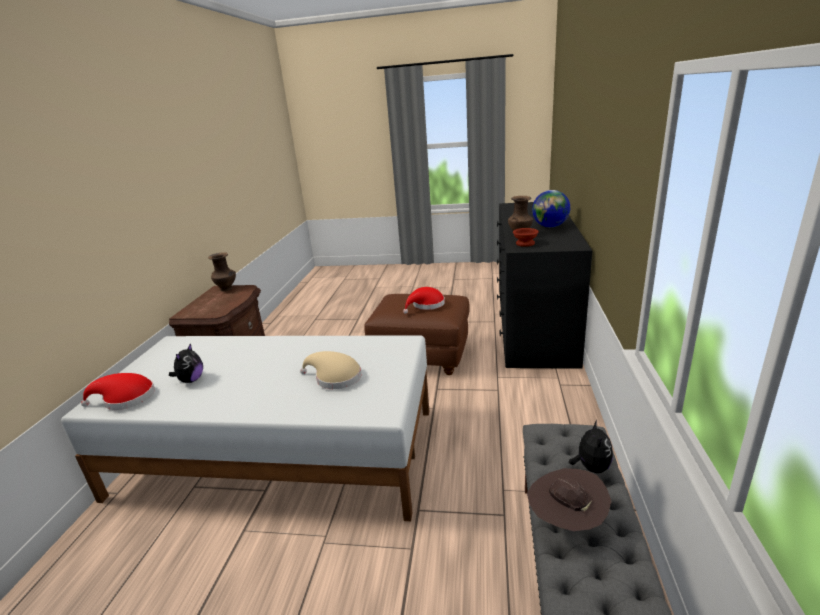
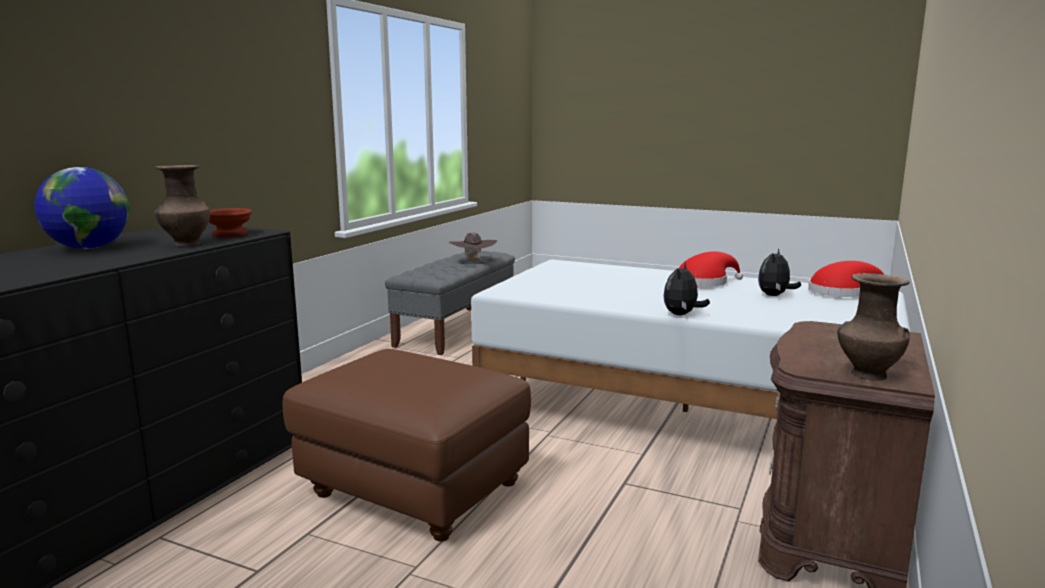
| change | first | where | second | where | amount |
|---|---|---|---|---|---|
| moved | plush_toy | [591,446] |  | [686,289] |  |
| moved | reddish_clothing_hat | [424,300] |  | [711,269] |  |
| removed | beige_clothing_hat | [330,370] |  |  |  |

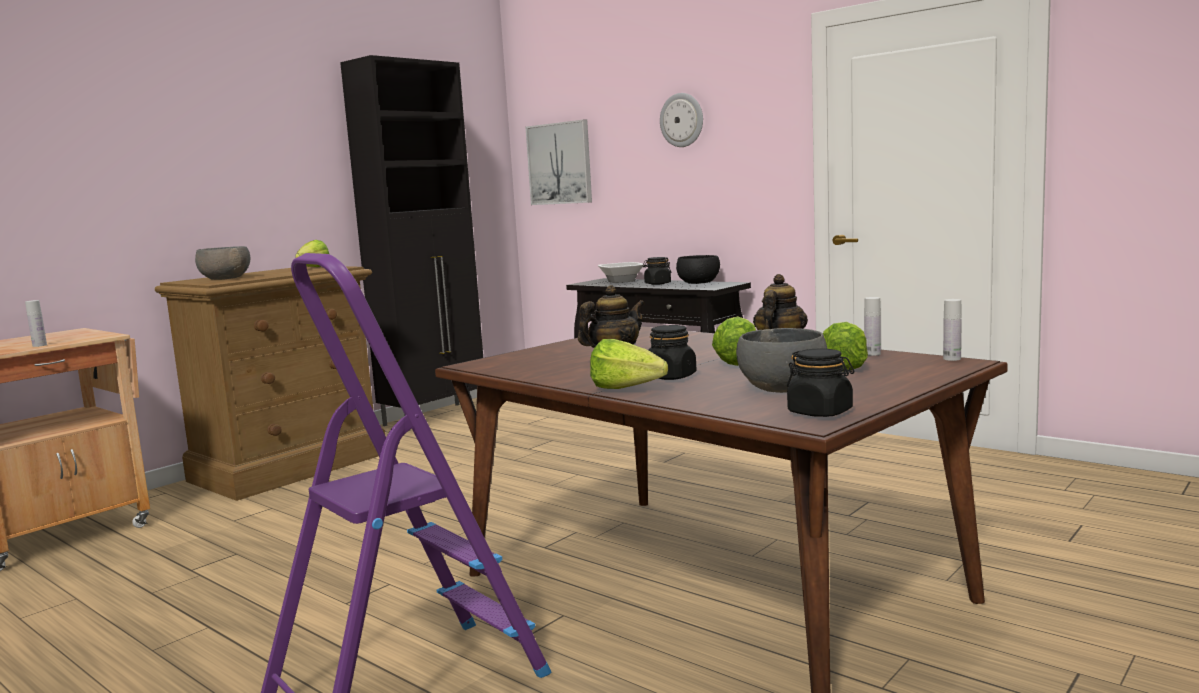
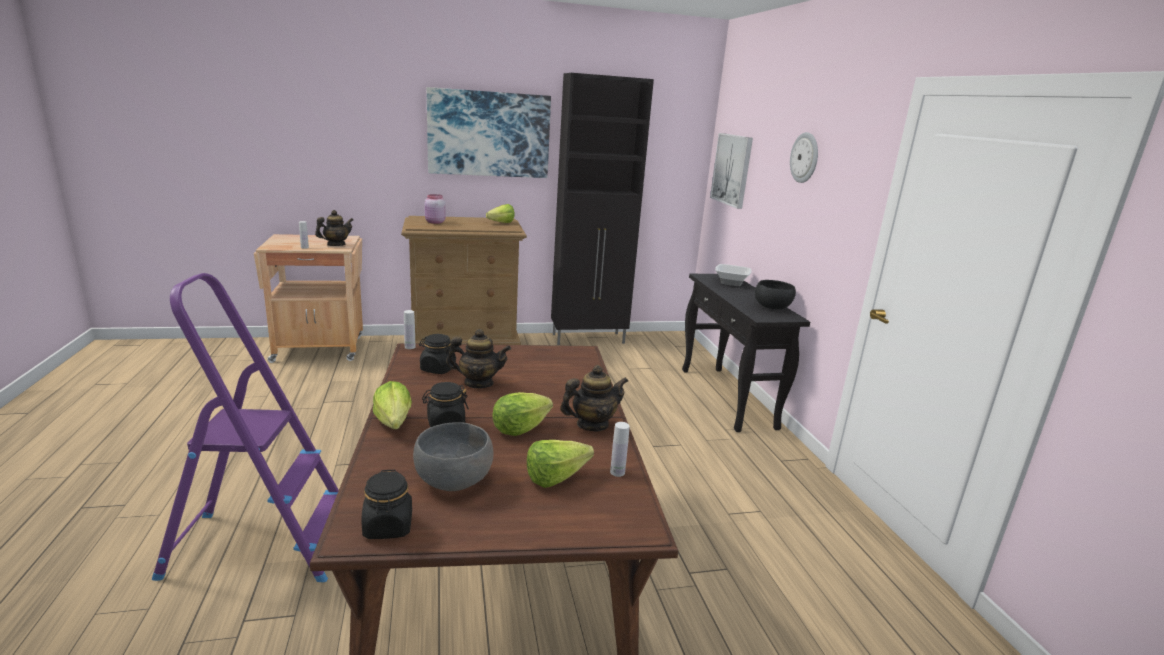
| change | first | where | second | where | amount |
|---|---|---|---|---|---|
| added |  |  | pot_for_tea | [334,228] |  |
| moved | white_drink_bottle | [952,330] |  | [409,329] |  |
| moved | blackish_storage_jar | [656,271] |  | [437,354] |  |
| replaced | grey_serving_bowl | [222,263] | pink-coloured_storage_jar | [435,209] |  |
| added |  |  | wall_art | [489,132] |  |

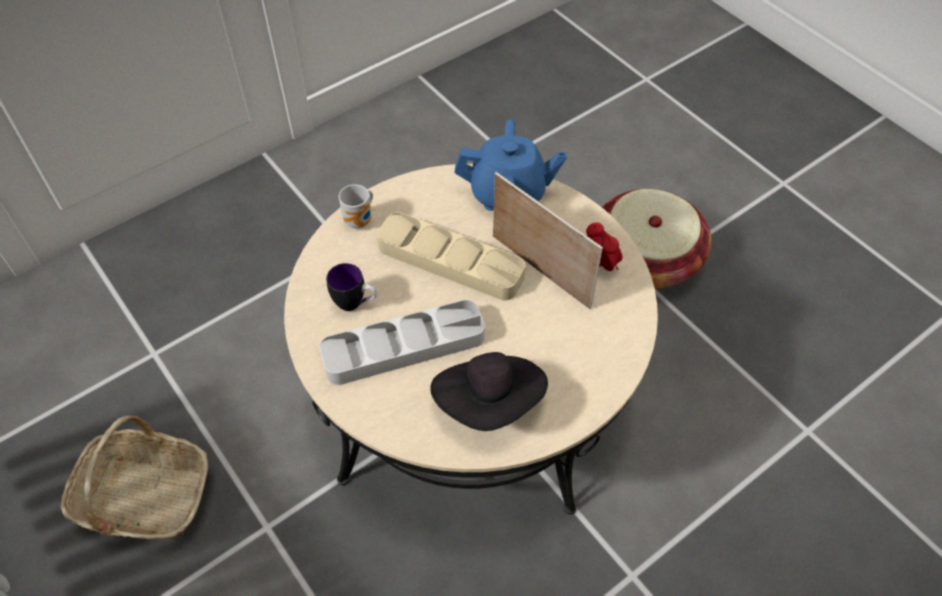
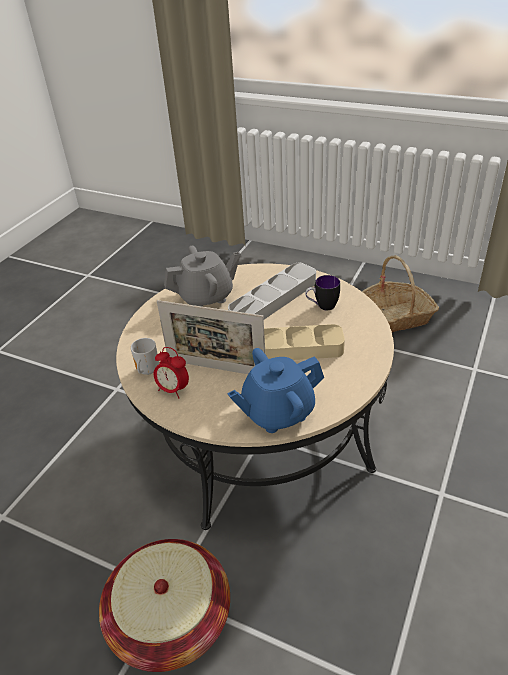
| change | first | where | second | where | amount |
|---|---|---|---|---|---|
| moved | tea_mug | [356,206] |  | [144,356] |  |
| replaced | blackish_clothing_hat | [489,391] | grey_pot_for_tea | [202,276] |  |

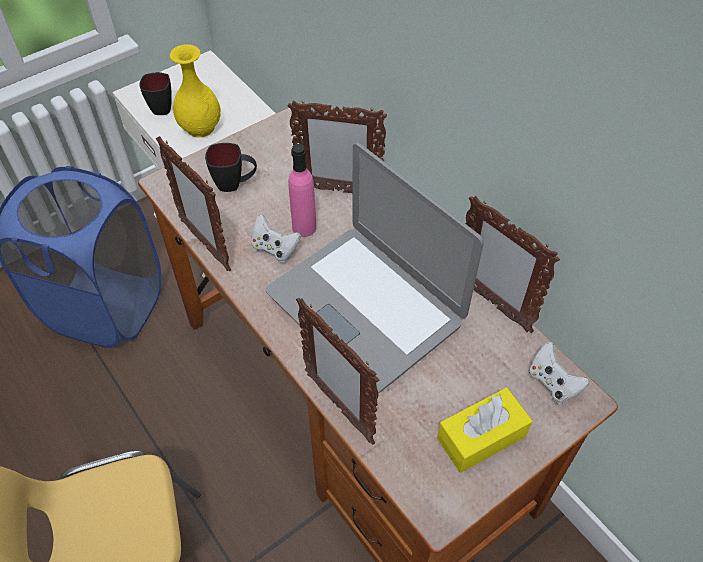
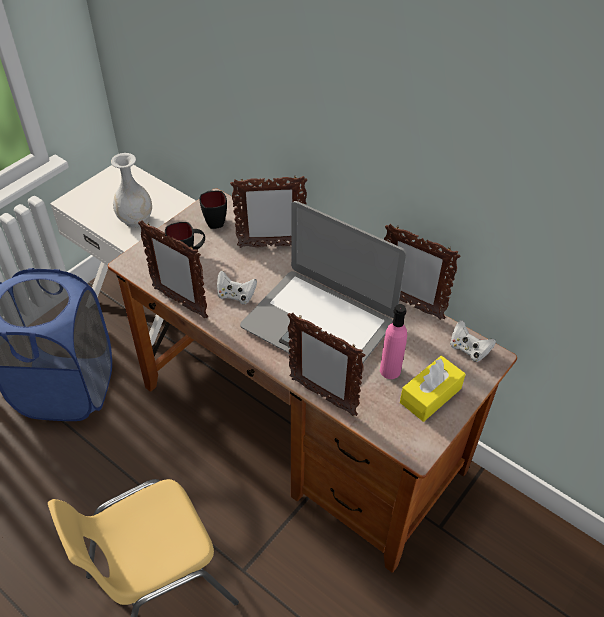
| change | first | where | second | where | amount |
|---|---|---|---|---|---|
| recoloured | yellow-coloured_flower_vase | [195,91] | white_flower_vase | [131,190] |  |
| moved | blackish_tea_mug | [156,93] |  | [213,210] |  |
| moved | pink-coloured_drink_bottle | [302,190] |  | [393,341] |  |

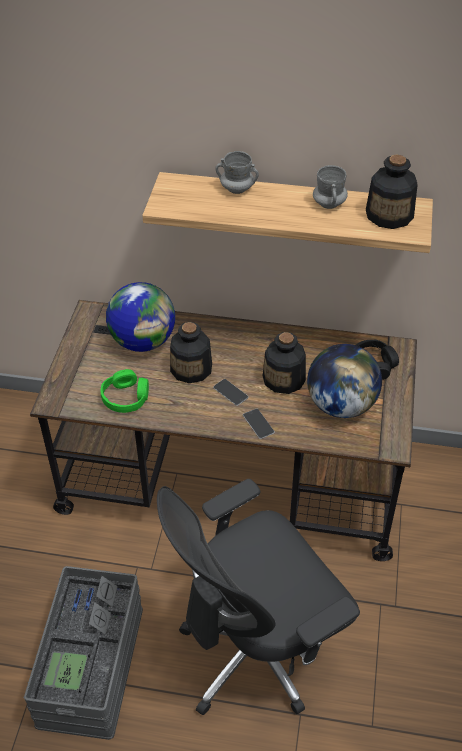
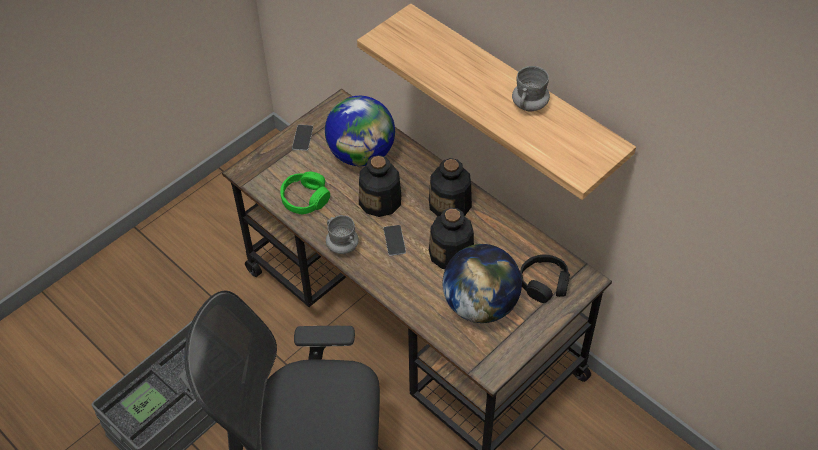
| change | first | where | second | where | amount |
|---|---|---|---|---|---|
| moved | telephone | [259,423] |  | [302,138] |  |
| moved | grey_tea_mug | [237,172] |  | [342,234] |  |
| moved | drink_bottle | [392,191] |  | [450,187] |  |

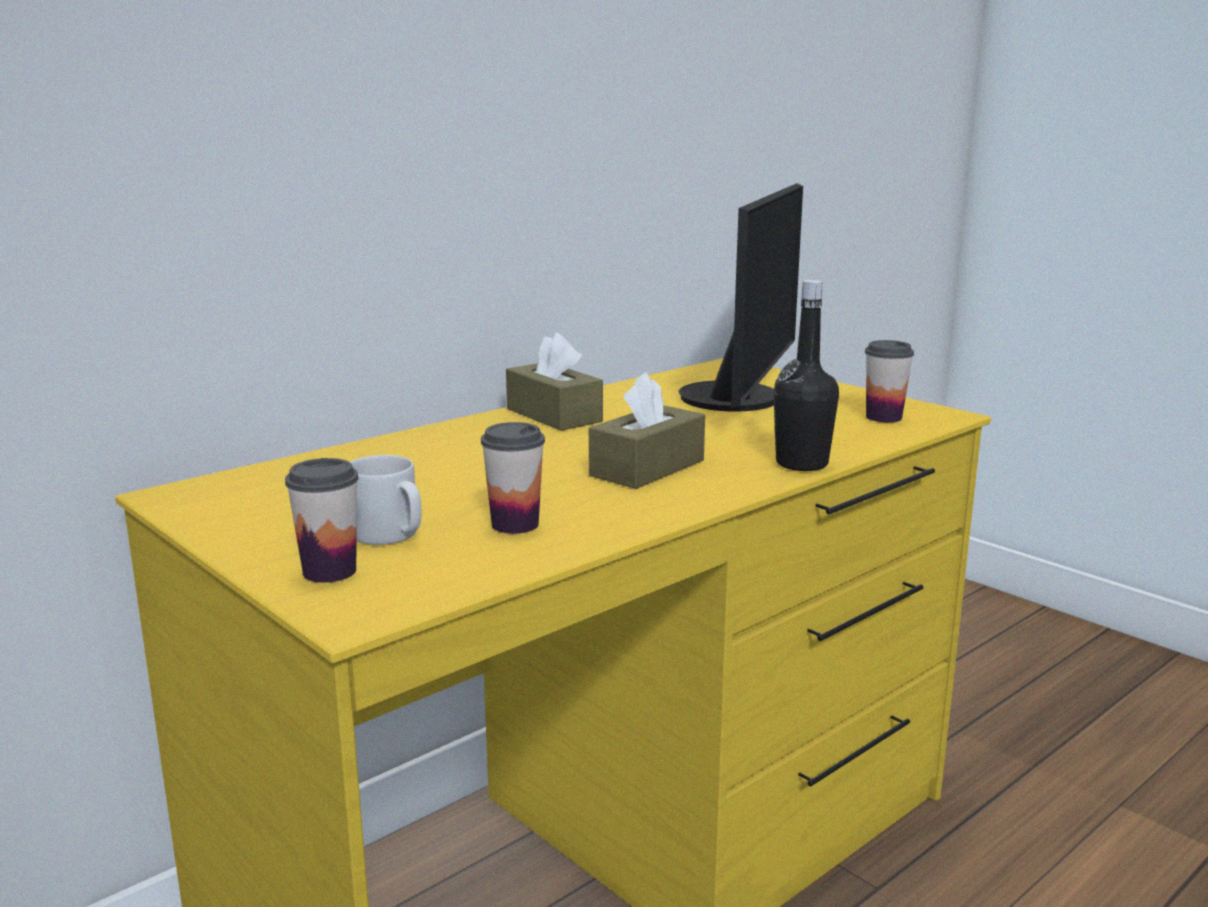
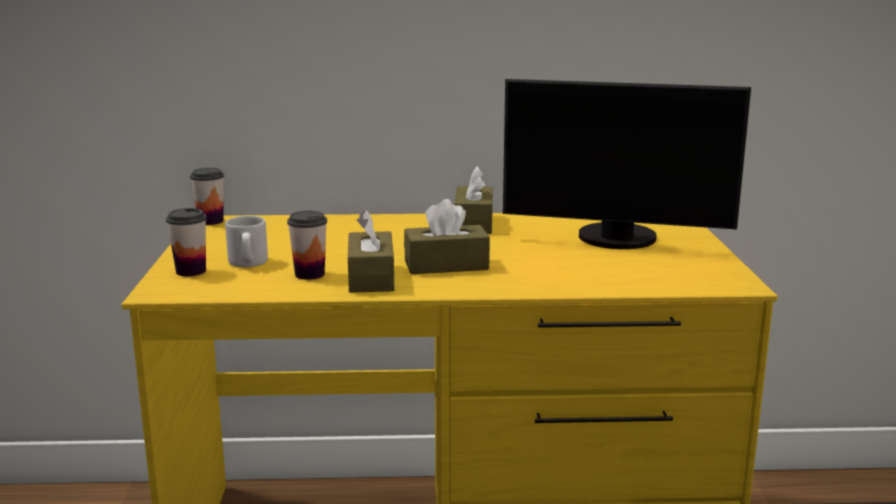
| change | first | where | second | where | amount |
|---|---|---|---|---|---|
| moved | cup | [889,381] |  | [207,196] |  |
| added |  |  | brownish_tissue_box | [371,251] |  |
| turned | computer_display | [741,297] |  | [627,164] | 45 degrees clockwise |
| removed | blackish_drink_bottle | [806,375] |  |  |  |

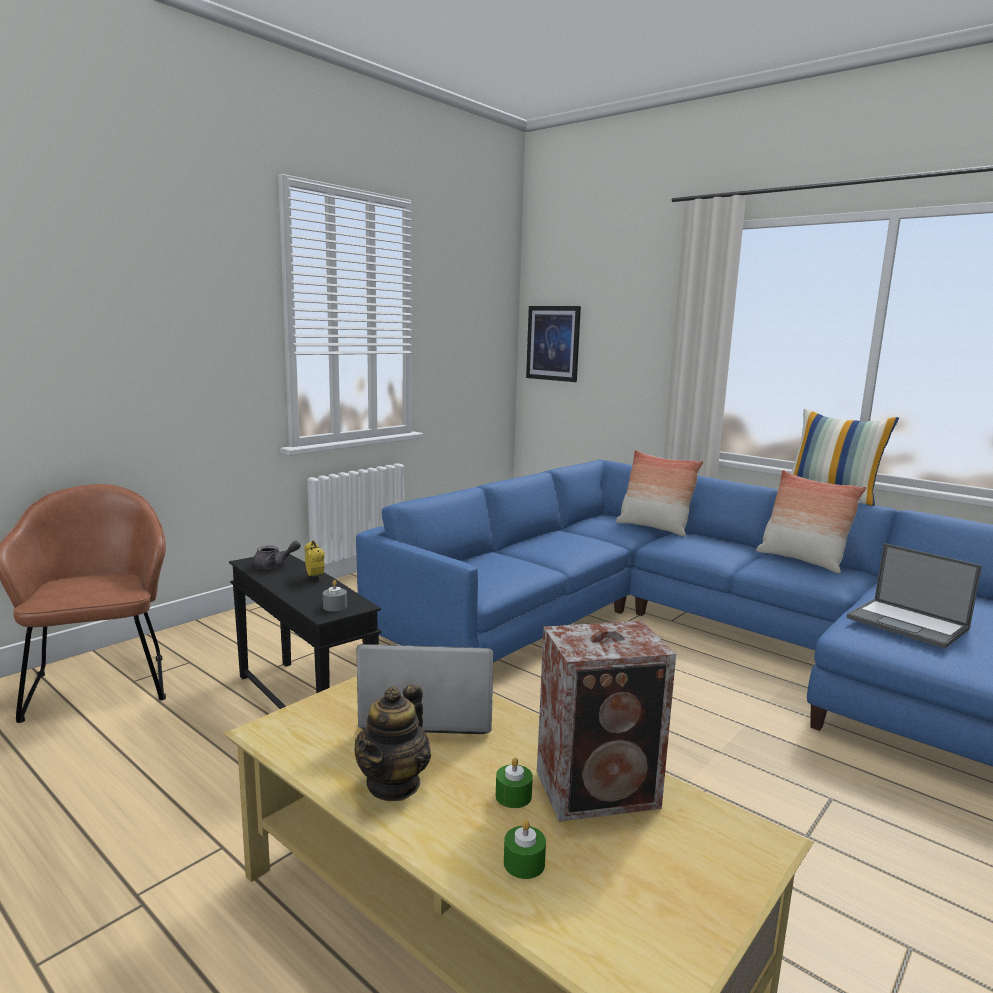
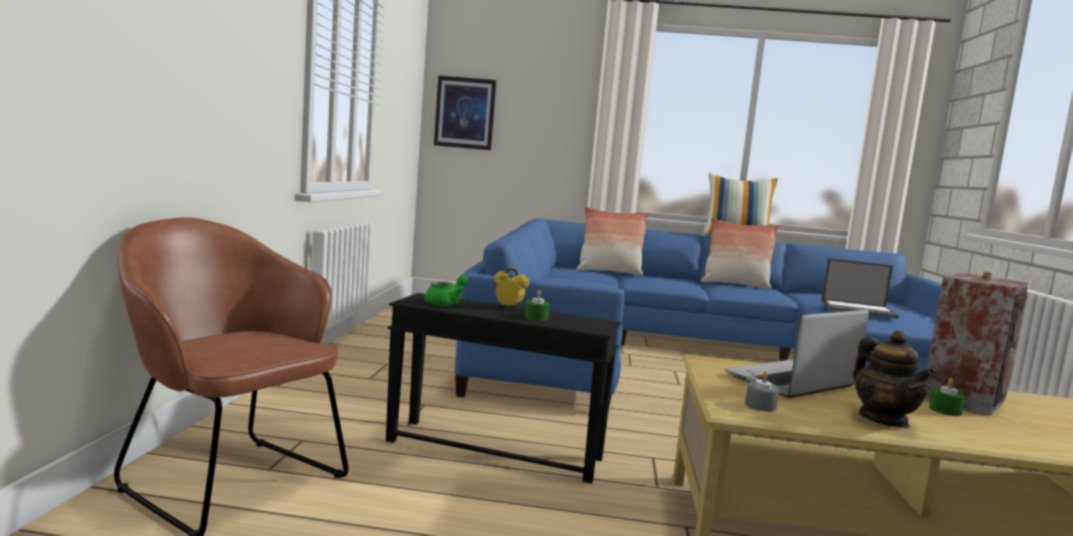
| change | first | where | second | where | amount |
|---|---|---|---|---|---|
| recoloured | grey_pot_for_tea | [276,555] | green_pot_for_tea | [446,290] |  |
| moved | green_candle | [525,849] |  | [537,305] |  |
| moved | grey_candle | [335,596] |  | [762,391] |  |

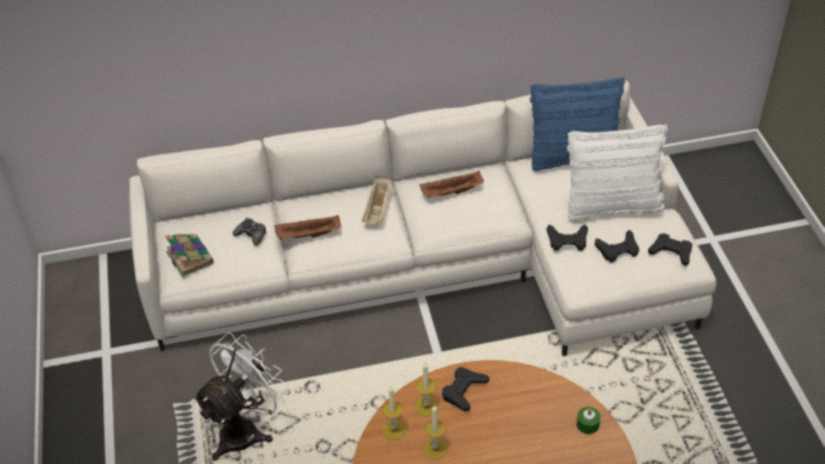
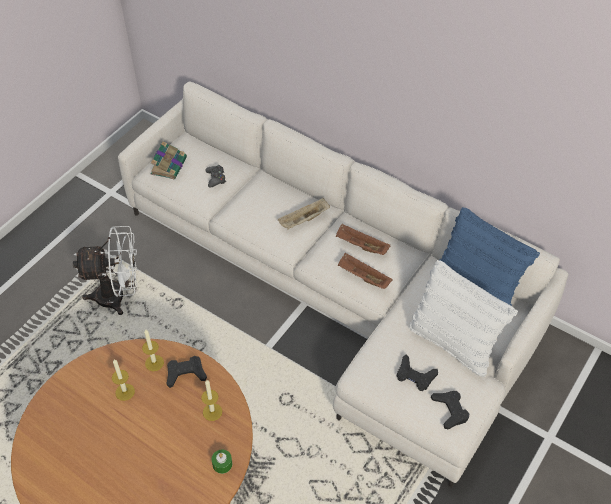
| change | first | where | second | where | amount |
|---|---|---|---|---|---|
| moved | candle | [394,413] |  | [211,400] |  |
| moved | brownish_tray | [307,227] |  | [365,271] |  |
| removed | blackish_joypad | [567,237] |  |  |  |

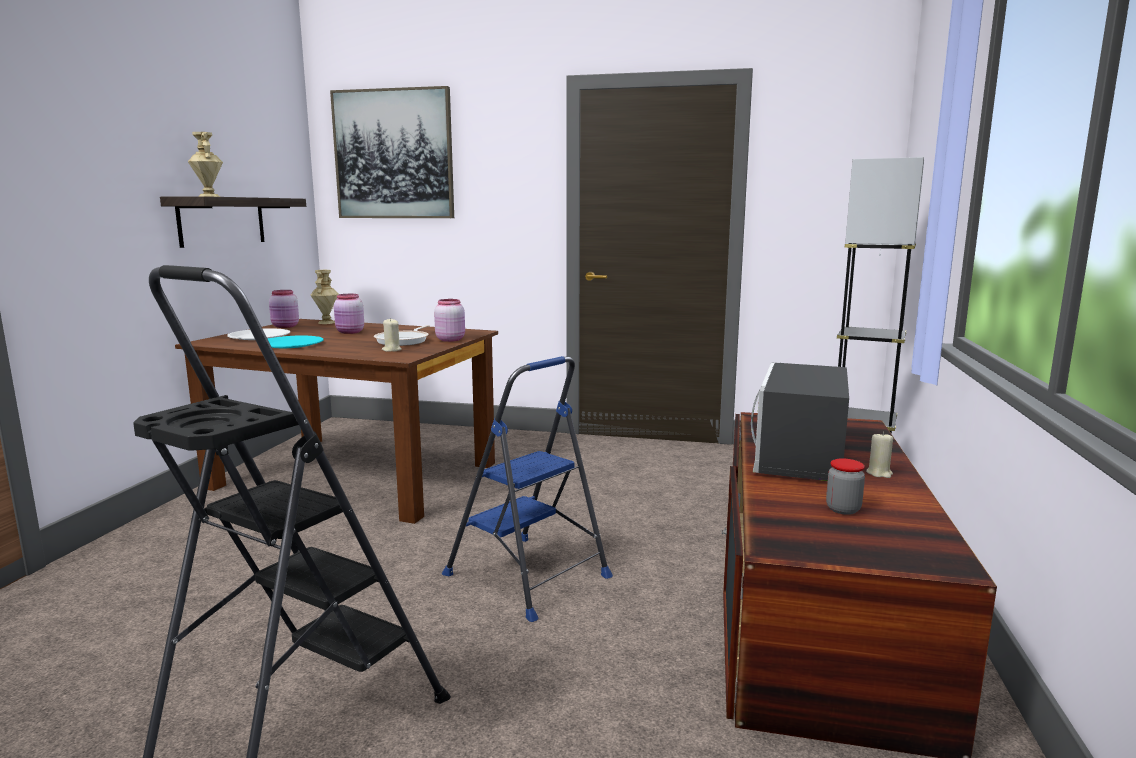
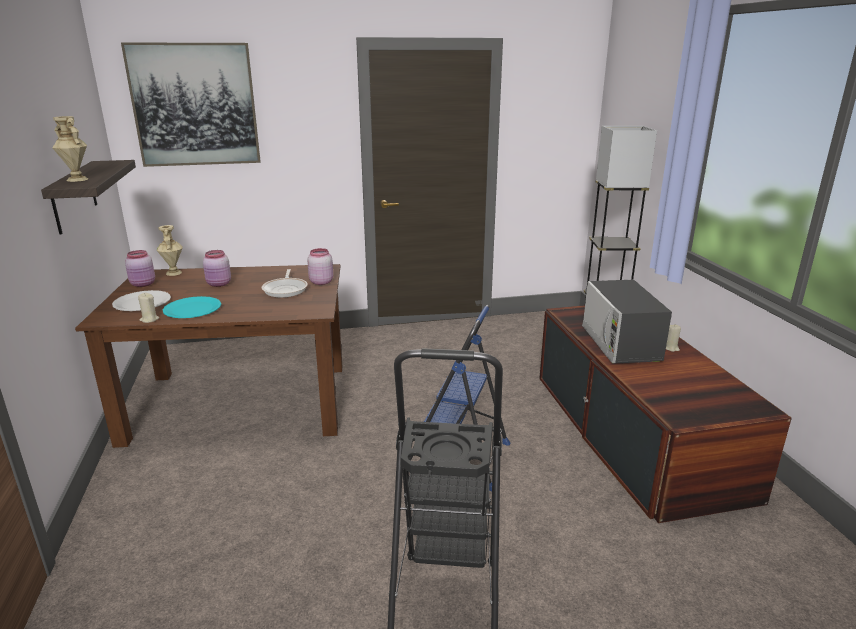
| change | first | where | second | where | amount |
|---|---|---|---|---|---|
| moved | beige_candle | [392,335] |  | [148,308] |  |
| removed | storage_jar | [845,486] |  |  |  |

